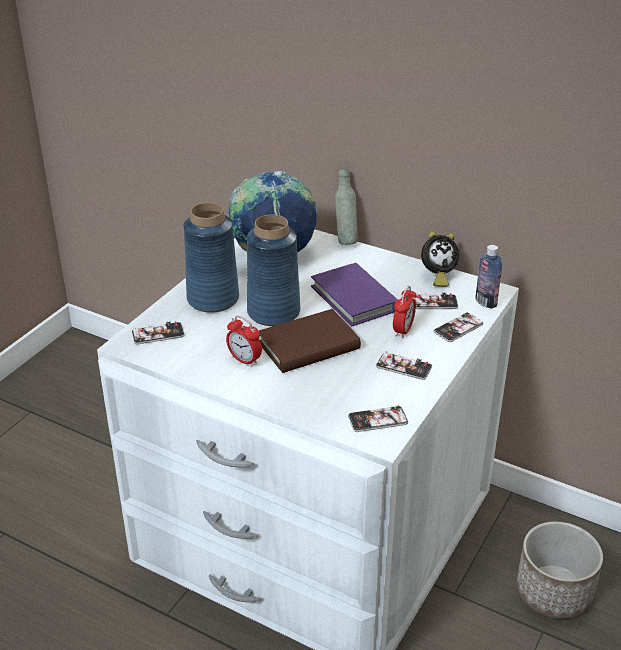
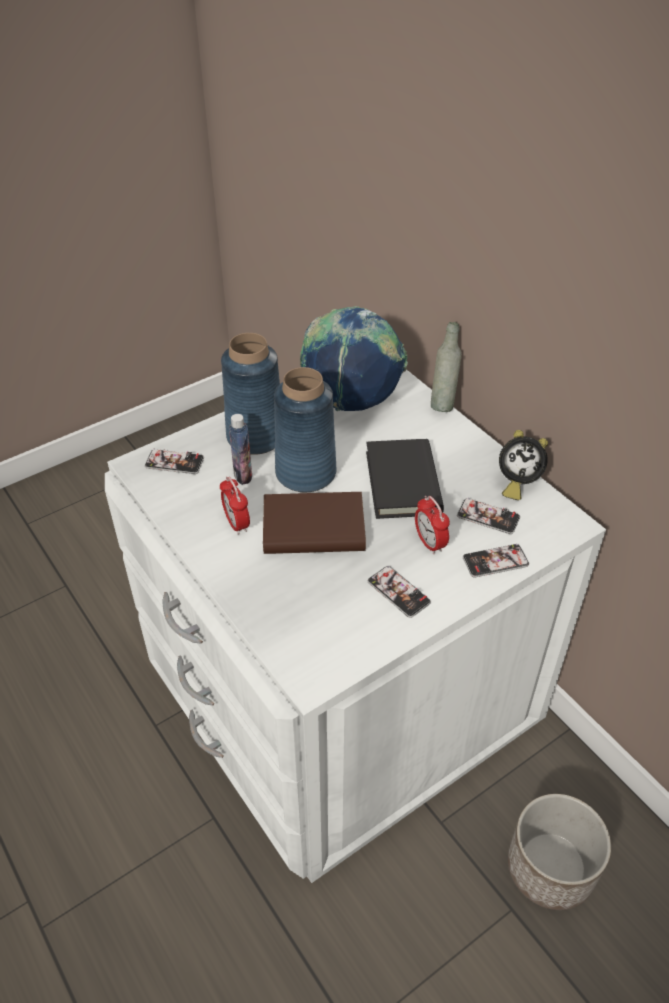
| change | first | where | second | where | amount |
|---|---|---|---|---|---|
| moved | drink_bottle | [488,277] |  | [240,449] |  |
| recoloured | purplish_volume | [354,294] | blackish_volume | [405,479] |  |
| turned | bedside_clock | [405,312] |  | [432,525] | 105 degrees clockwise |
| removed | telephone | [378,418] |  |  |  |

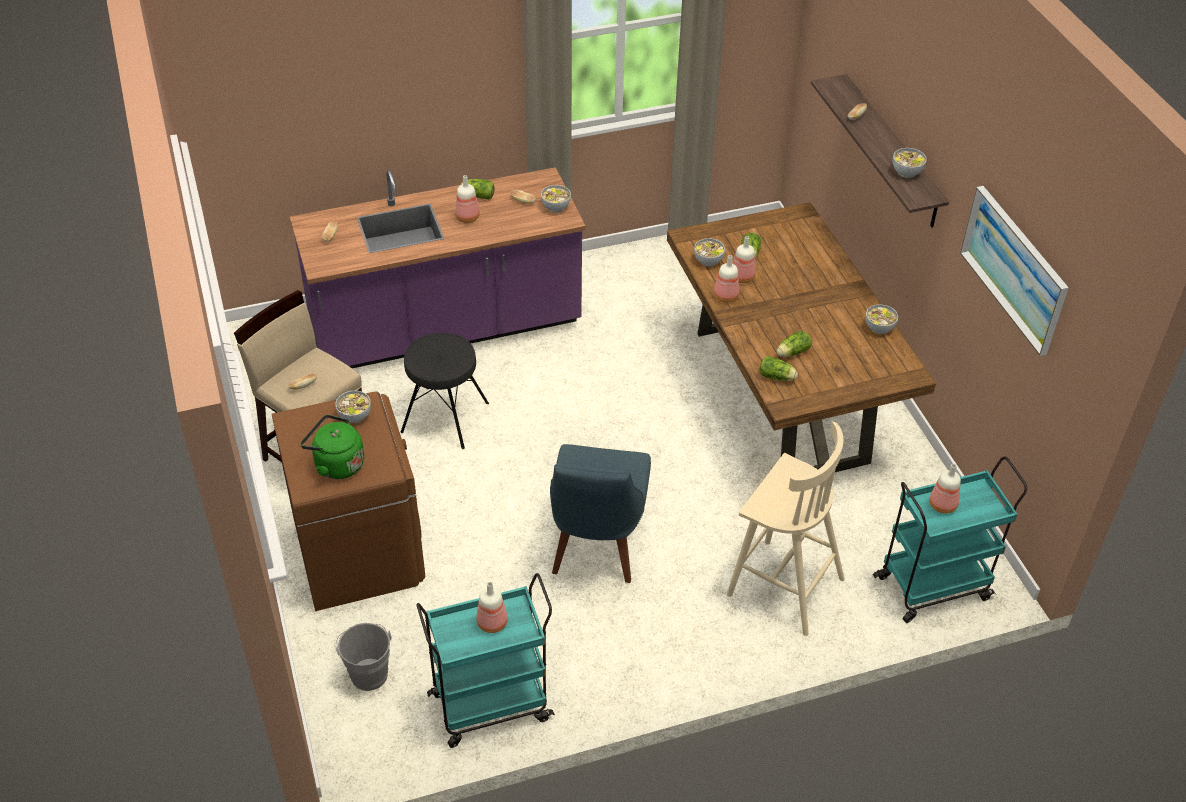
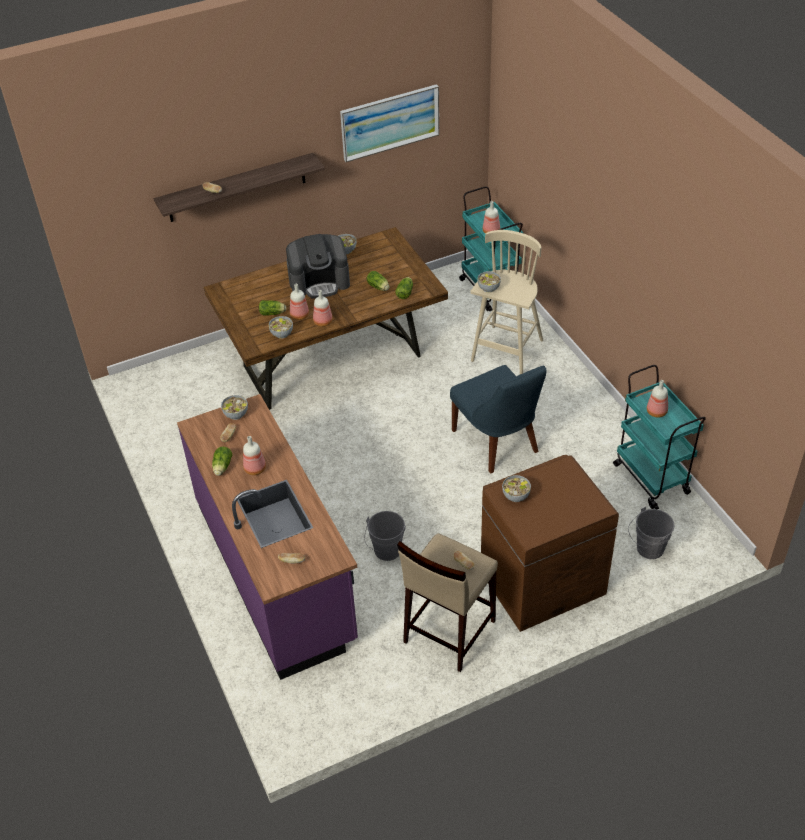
| change | first | where | second | where | amount |
|---|---|---|---|---|---|
| added |  |  | coffee_machine | [318,266] |  |
| replaced | blackish_stool_seat | [444,391] | grey_pail | [385,536] |  |
| turned | bluish_plain_chair | [600,513] |  | [498,419] | 60 degrees clockwise |
| moved | serving_bowl | [910,163] |  | [489,282] |  |
| removed | green_water_kettle | [332,446] |  |  |  |

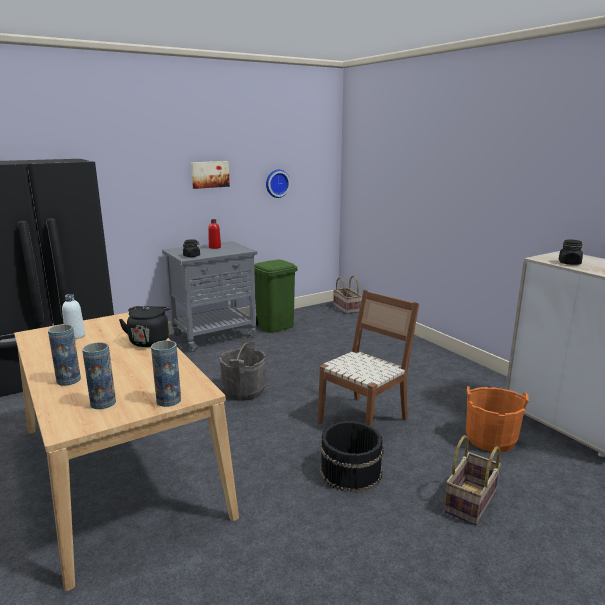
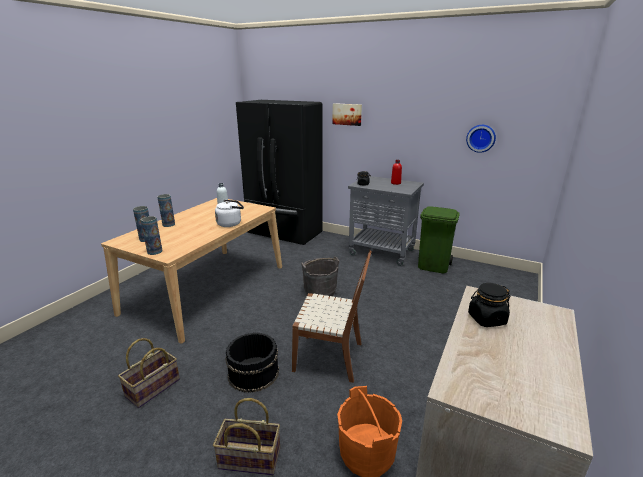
| change | first | where | second | where | amount |
|---|---|---|---|---|---|
| moved | basket | [347,295] |  | [149,373] |  |
| recoloured | blackish_water_kettle | [145,326] | white_water_kettle | [229,213] |  |
| moved | wall_art | [210,175] |  | [347,114] |  |

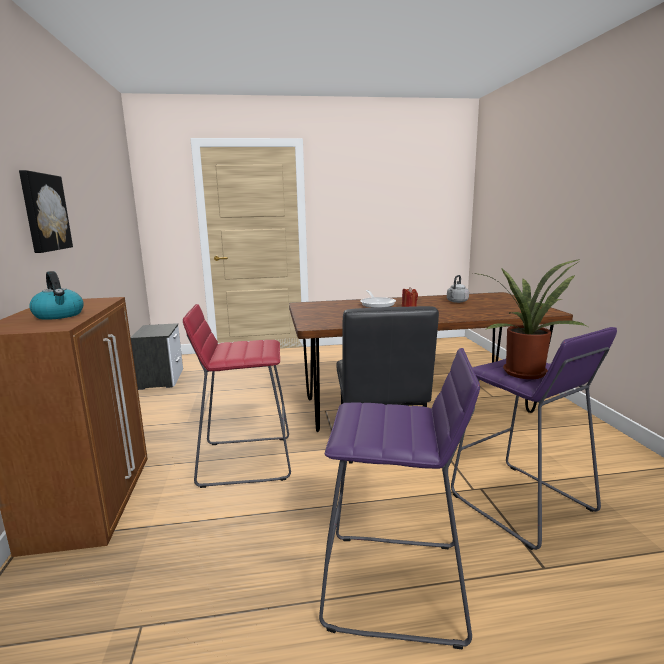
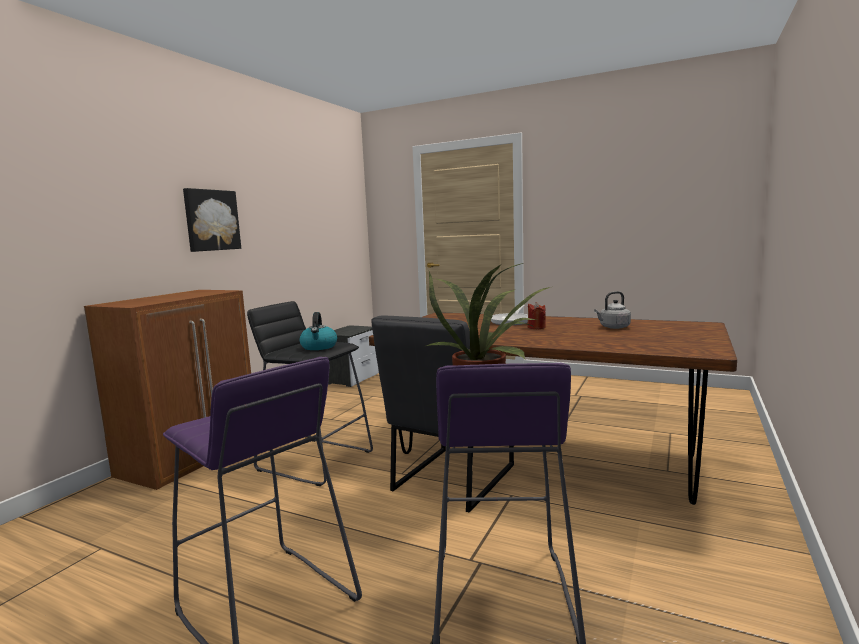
| change | first | where | second | where | amount |
|---|---|---|---|---|---|
| recoloured | reddish_stool_seat | [237,396] | blackish_stool_seat | [310,393] |  |
| moved | water_kettle | [56,295] |  | [318,331] |  |

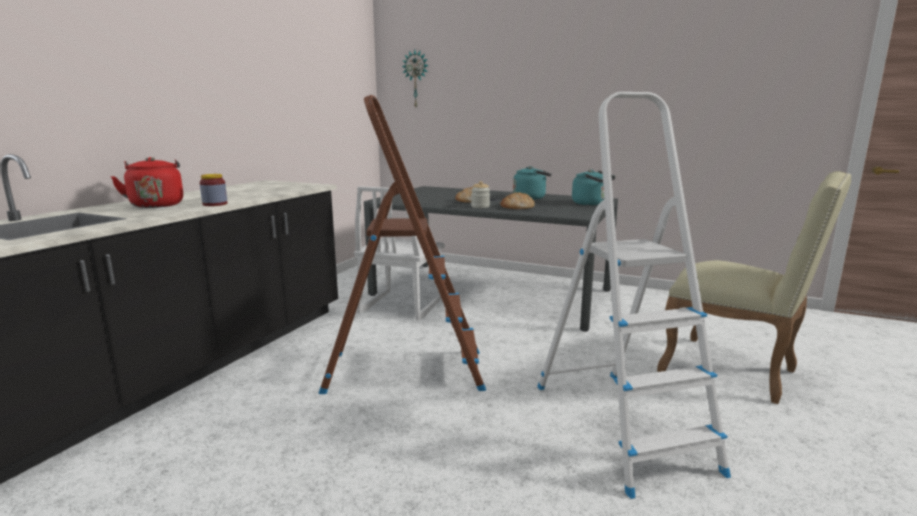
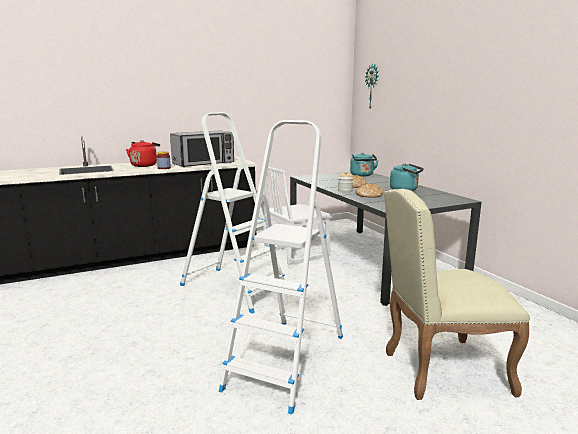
| change | first | where | second | where | amount |
|---|---|---|---|---|---|
| added |  |  | microwave | [202,149] |  |
| recoloured | brownish_step_stool | [402,244] | white_step_stool | [232,212] |  |
| moved | blue-green_water_kettle | [594,187] |  | [364,164] |  |
| turned | beige_plain_chair | [754,287] |  | [457,294] | 90 degrees clockwise |

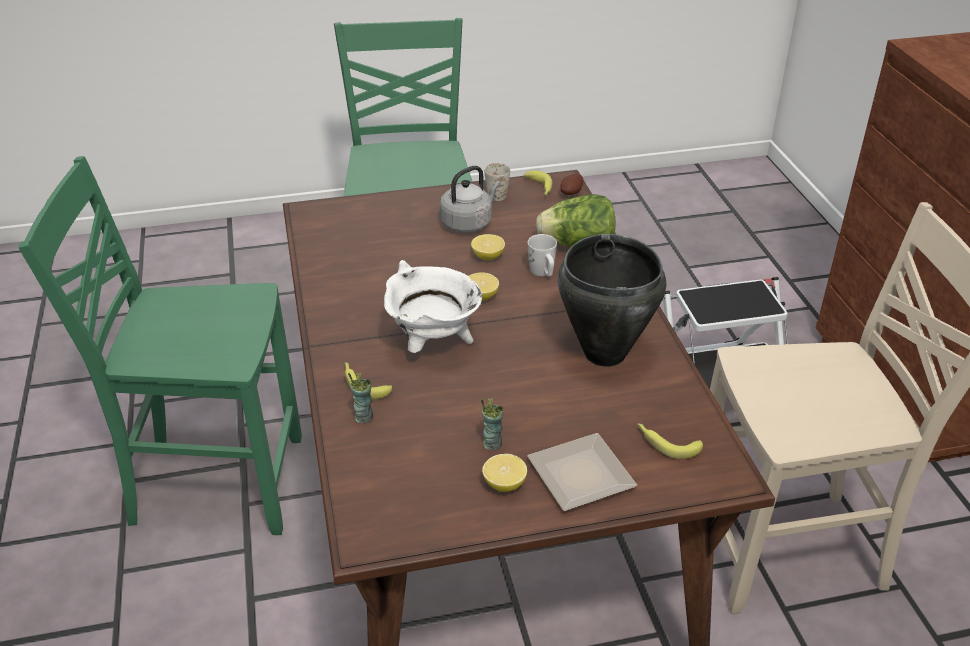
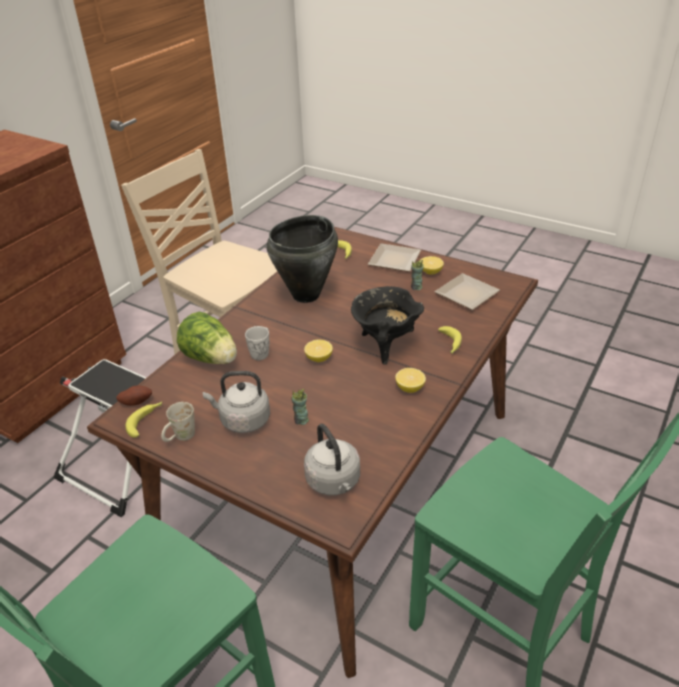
| change | first | where | second | where | amount |
|---|---|---|---|---|---|
| moved | cup | [360,397] |  | [300,406] |  |
| added |  |  | grey_water_kettle | [332,459] |  |
| recoloured | white_saucepot | [433,306] | blackish_saucepot | [387,325] |  |
| moved | lemon | [488,247] |  | [410,380] |  |
| added |  |  | dinner_plate | [467,291] |  |

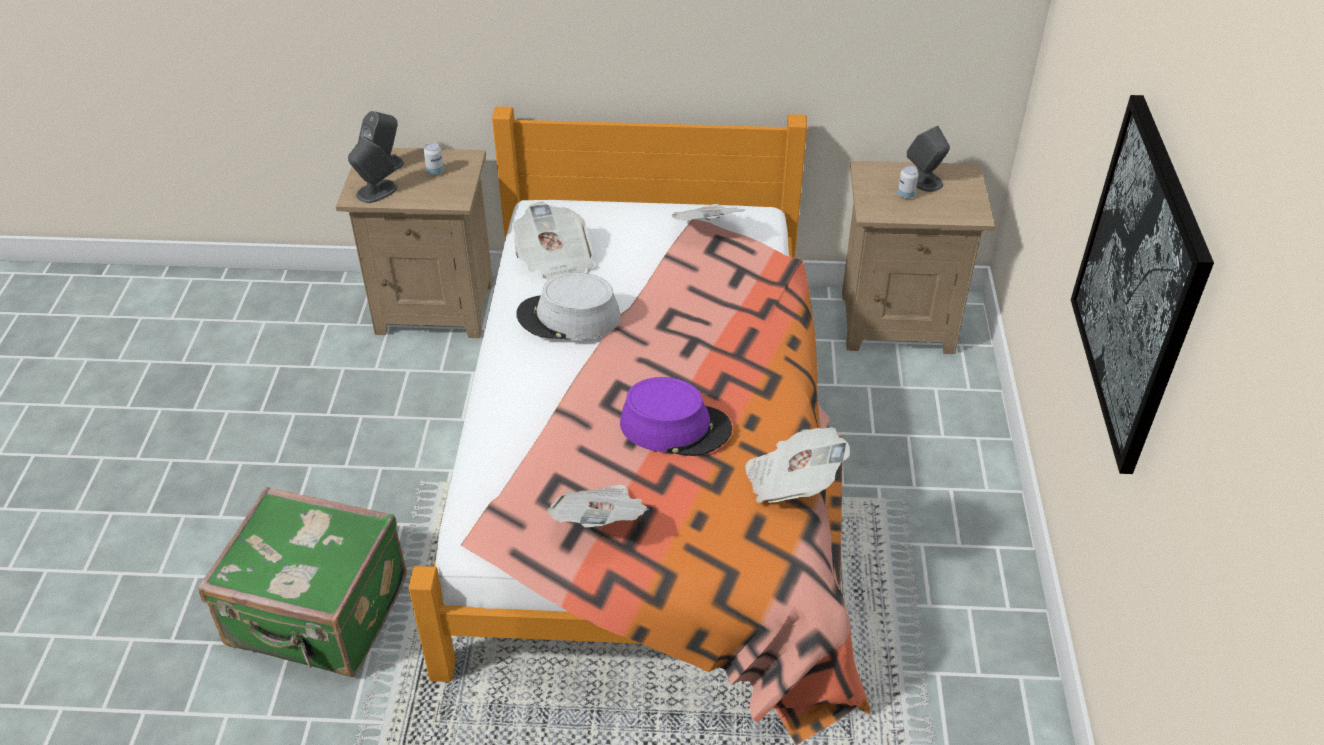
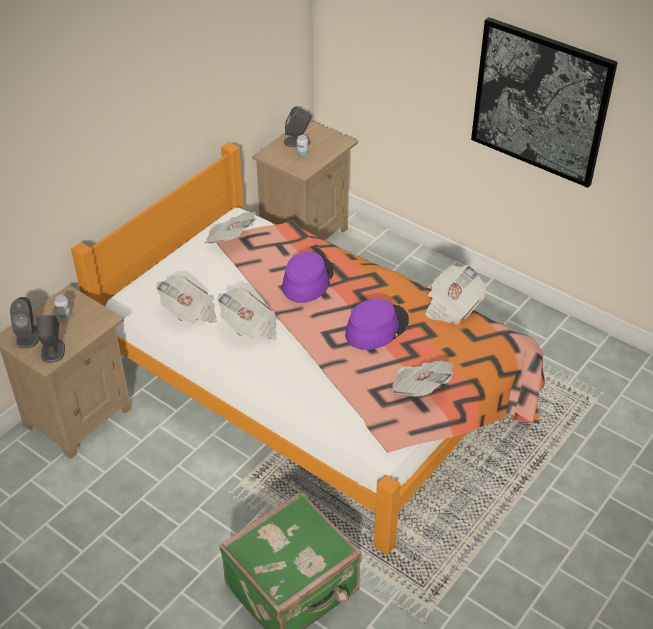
| change | first | where | second | where | amount |
|---|---|---|---|---|---|
| replaced | grey_clothing_hat | [568,306] | daily_paper | [247,314] |  |
| added |  |  | purplish_clothing_hat | [308,277] |  |

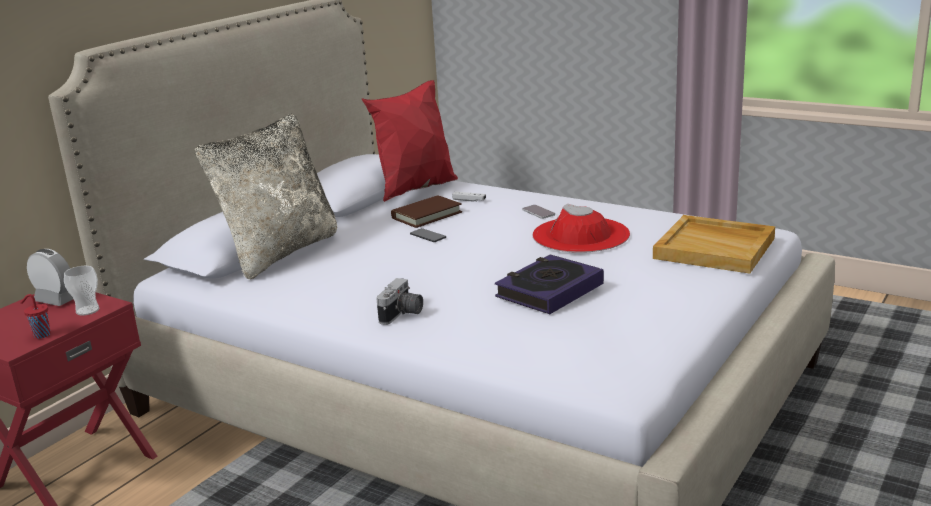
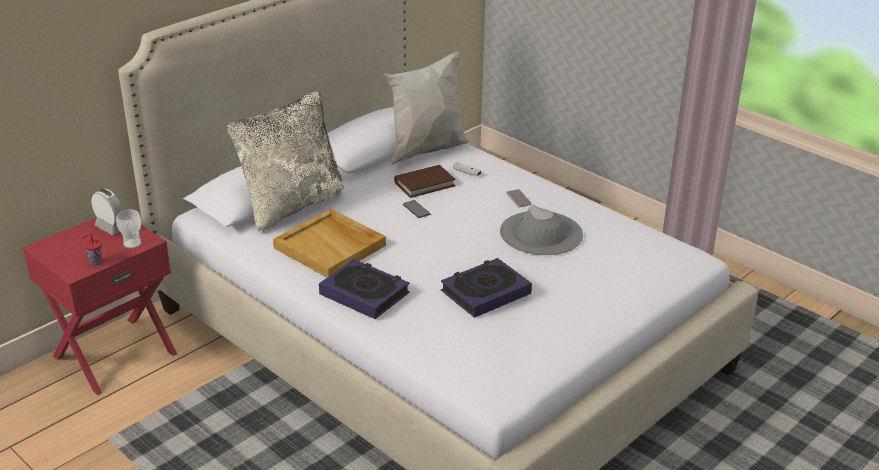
| change | first | where | second | where | amount |
|---|---|---|---|---|---|
| moved | beige_tray | [714,244] |  | [329,243] |  |
| replaced | still_camera | [399,301] | volume | [364,289] |  |
| recoloured | reddish_pillow | [409,141] | white_pillow | [426,108] |  |
| recoloured | reddish_clothing_hat | [581,228] | grey_clothing_hat | [541,230] |  |

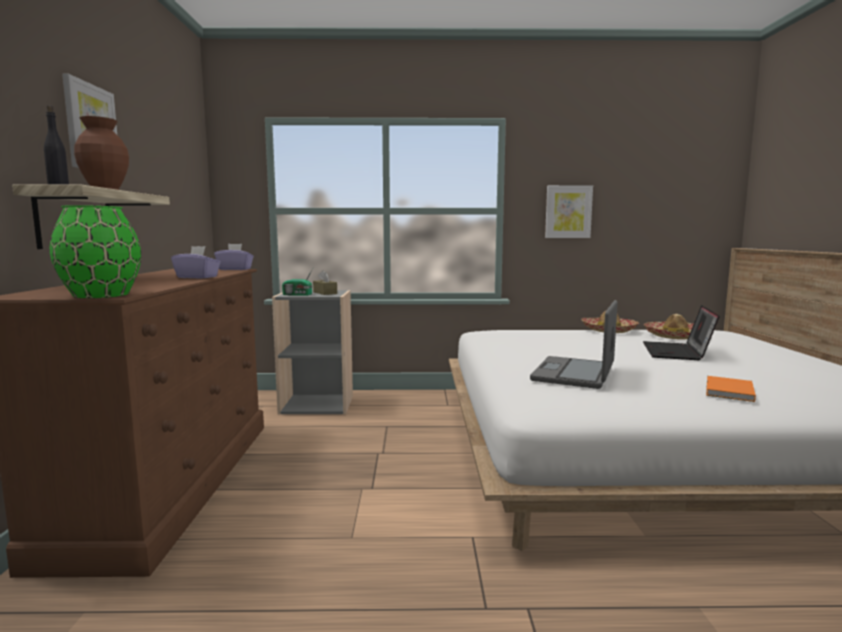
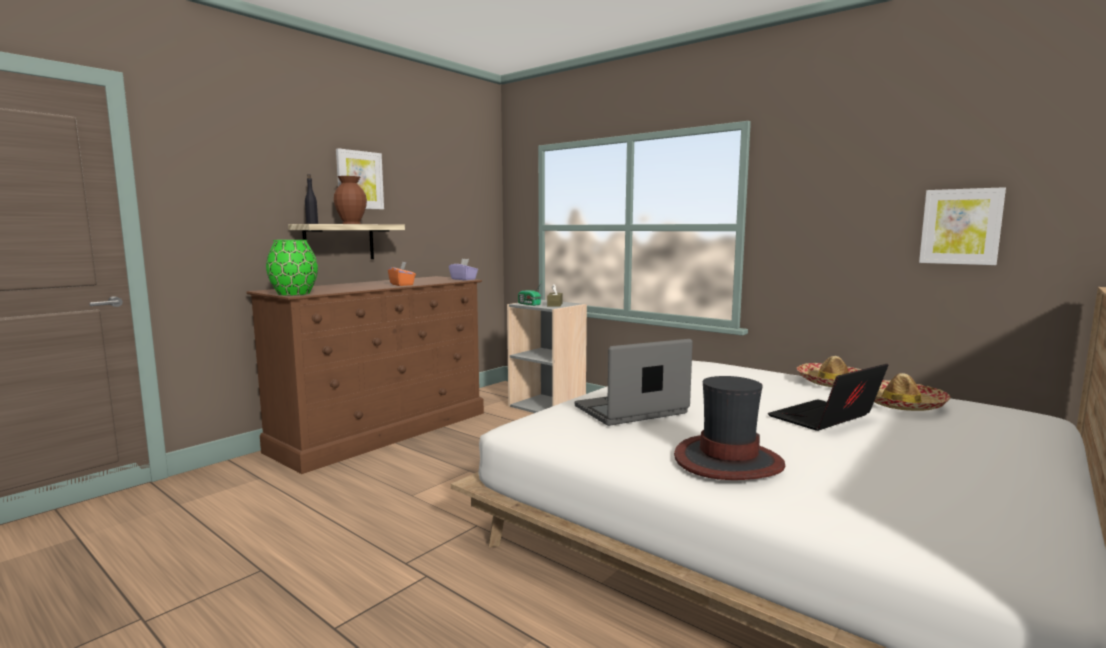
| change | first | where | second | where | amount |
|---|---|---|---|---|---|
| recoloured | purplish_tissue_box | [196,262] | orange_tissue_box | [402,274] |  |
| replaced | orange_volume | [731,389] | clothing_hat | [729,428] |  |
| moved | wall_art | [569,211] |  | [962,226] |  |

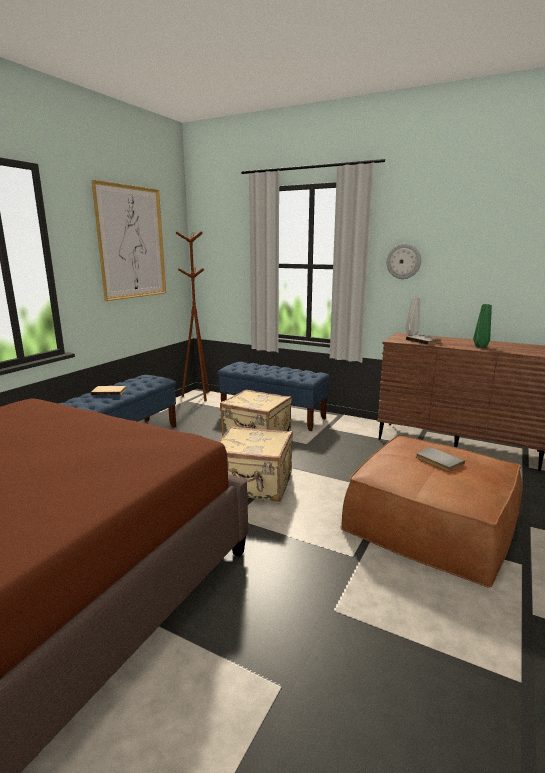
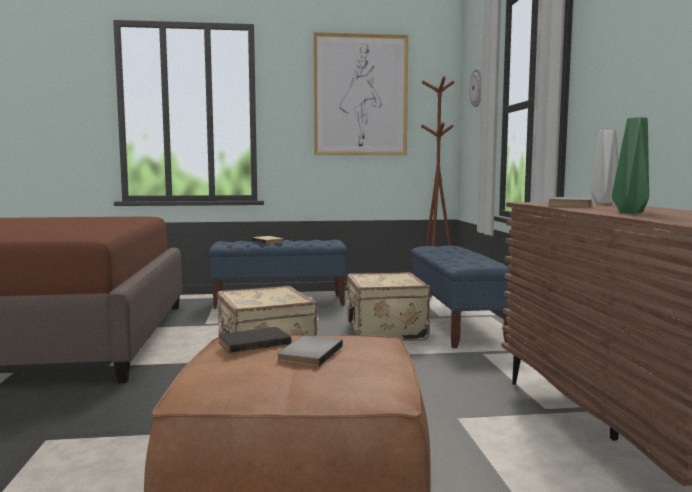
| change | first | where | second | where | amount |
|---|---|---|---|---|---|
| added |  |  | blackish_volume | [255,340] |  |
| moved | hanging_clock | [404,261] |  | [475,87] |  |

